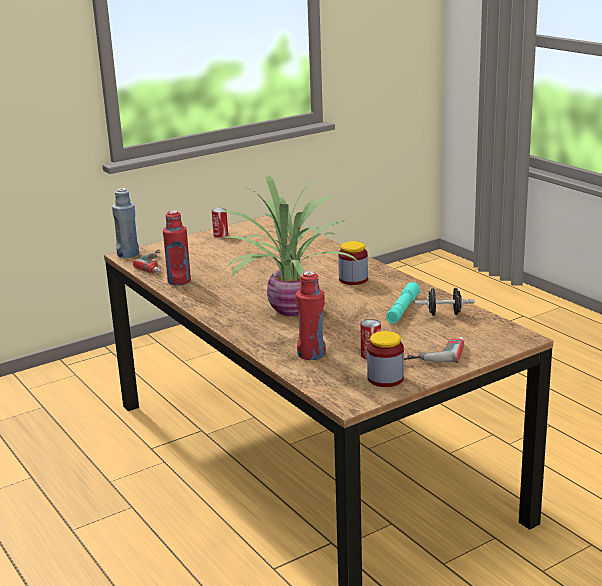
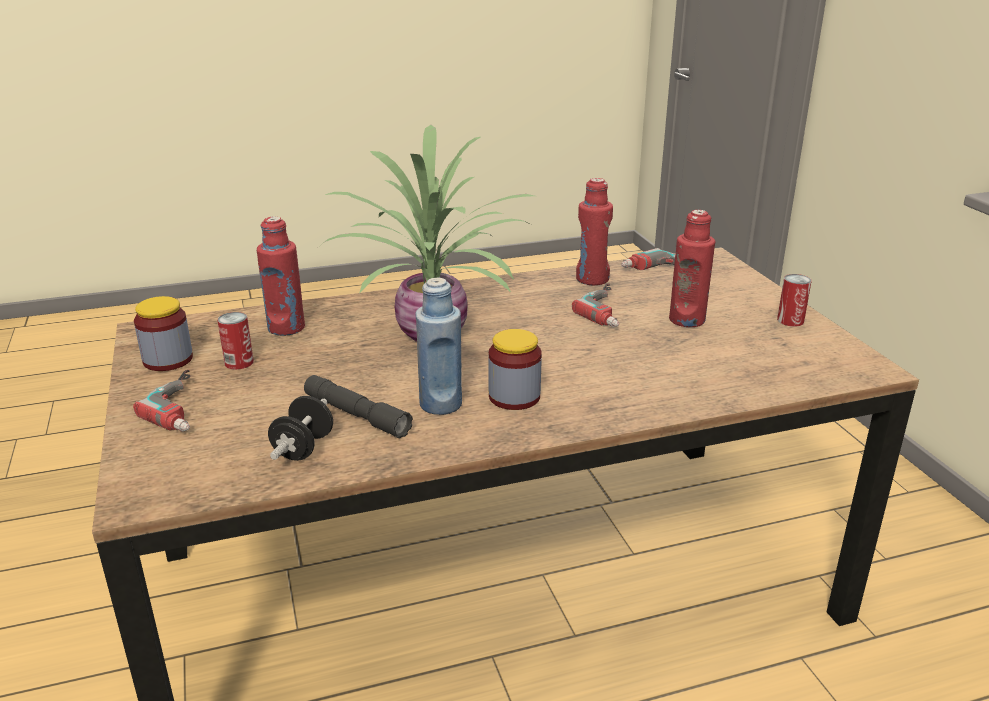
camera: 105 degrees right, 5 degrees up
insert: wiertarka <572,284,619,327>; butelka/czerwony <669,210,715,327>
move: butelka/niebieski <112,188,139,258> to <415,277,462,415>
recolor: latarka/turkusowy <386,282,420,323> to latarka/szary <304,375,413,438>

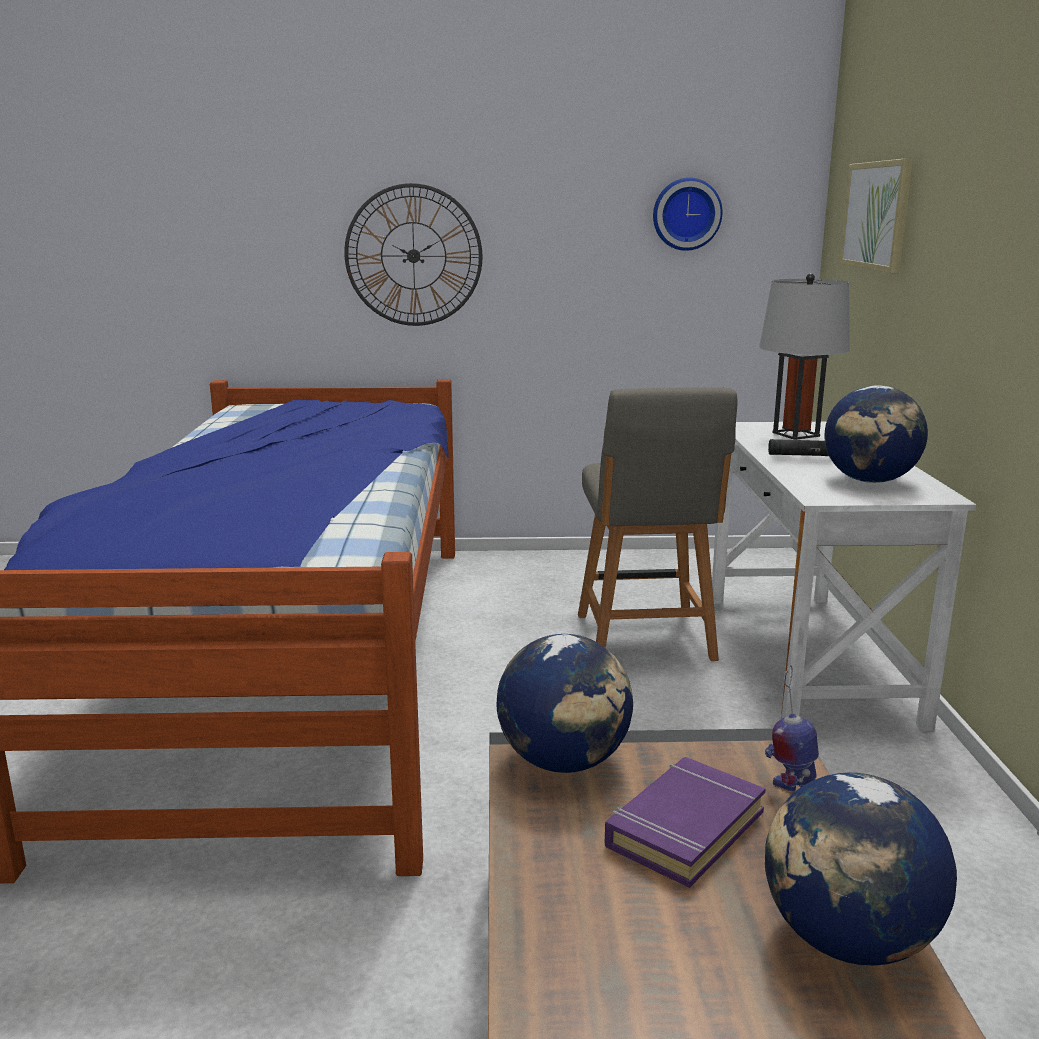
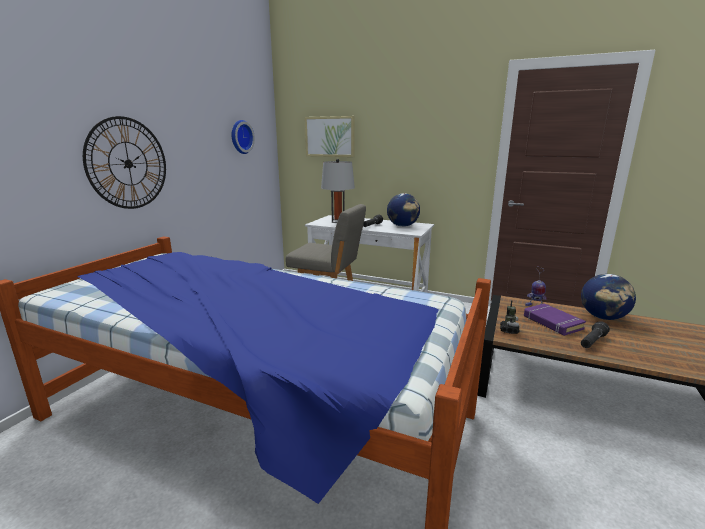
camera: 65 degrees left, 0 degrees up
insert: latarka/czarny <581,321,610,348>
replace: globus <496,634,633,773> to robot zabawkowy <500,300,520,334>

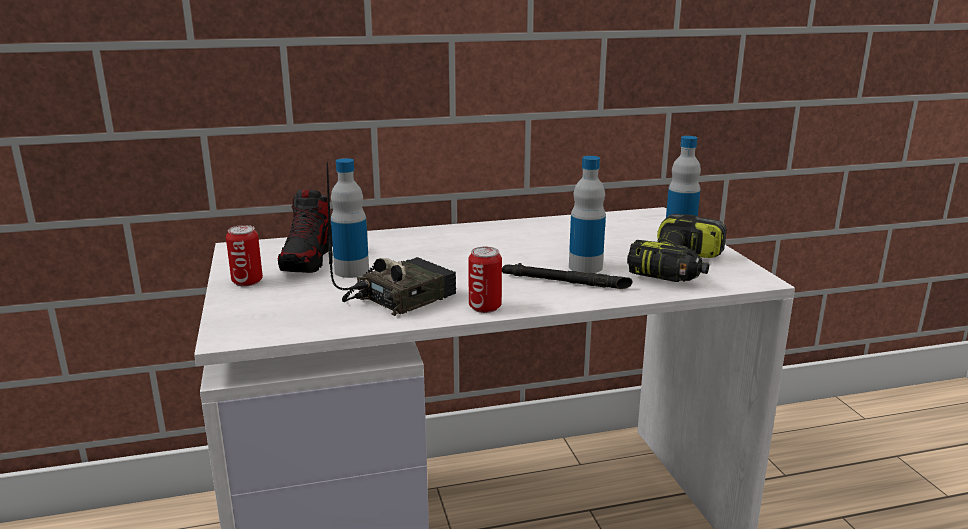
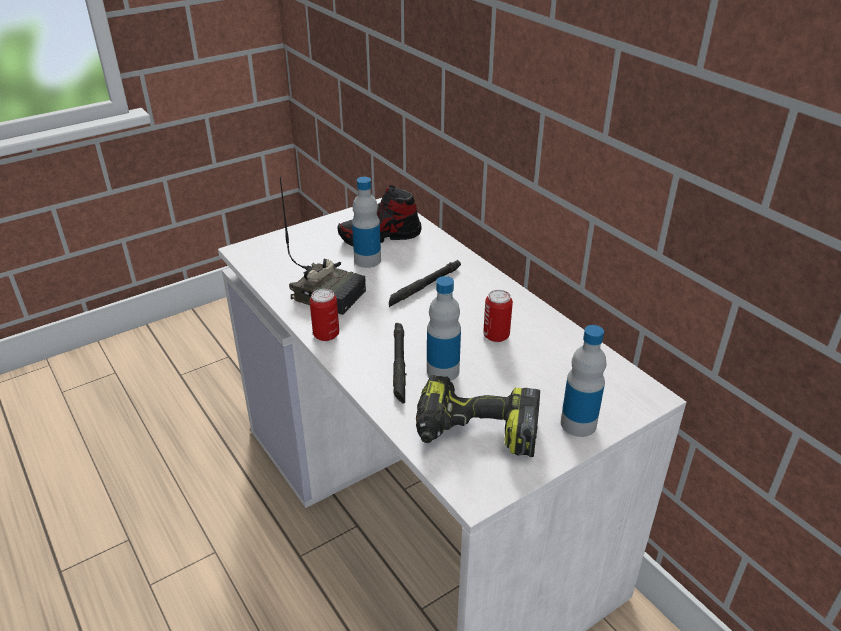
camera: 70 degrees right, 15 degrees up
insert: latarka/czarny <389,260,461,307>
move: puszka <226,225,263,287> to <483,290,513,342>

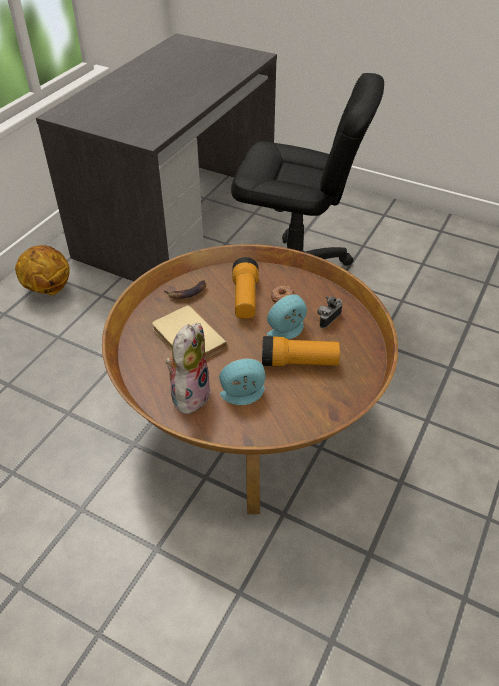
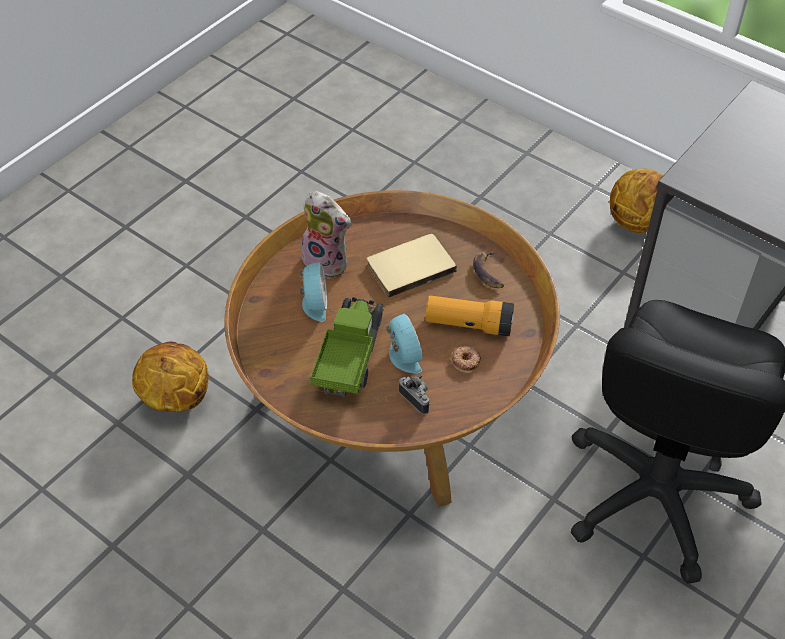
camera: 100 degrees right, 5 degrees up
insert: piłka do koszykówki <132,342,209,412>
replace: latarka <262,336,340,367> to ciężarówka zabawkowa <310,297,384,398>

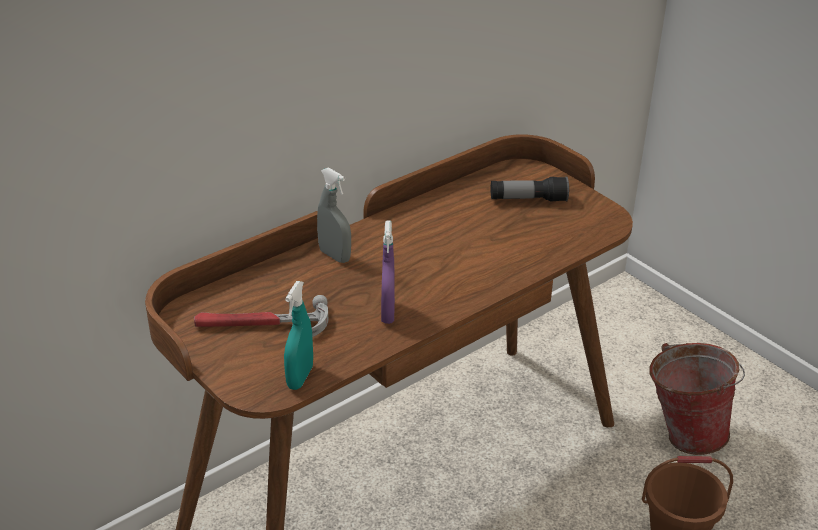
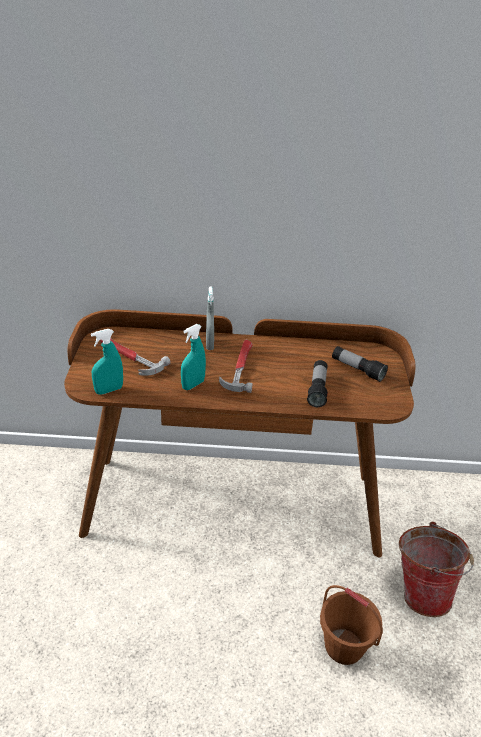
camera: 40 degrees right, 0 degrees up
insert: młotek <219,340,253,393>; latarka <307,360,328,407>
recolor: spryskiwacz/fioletowy <381,220,395,324> to spryskiwacz/turkusowy <181,324,206,390>

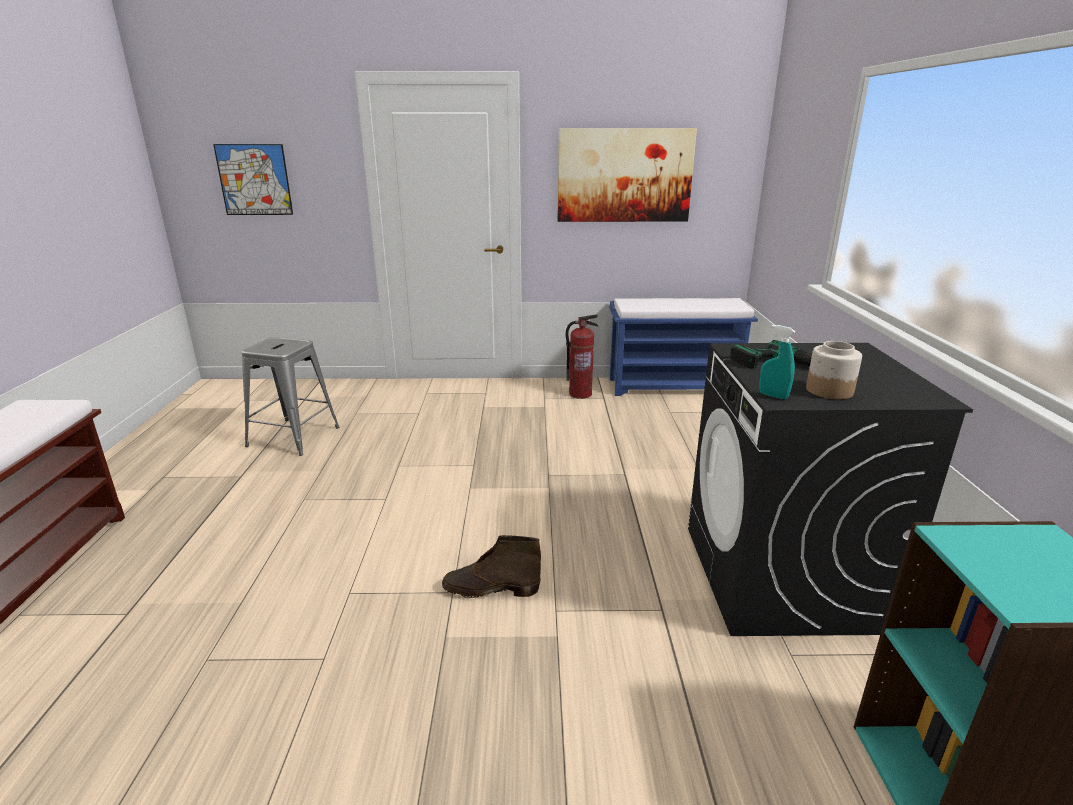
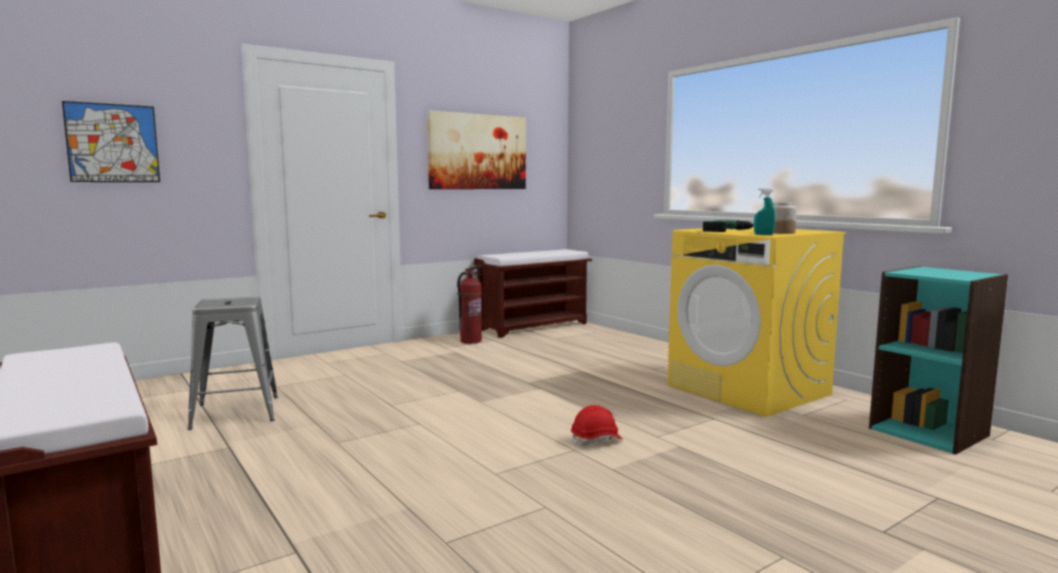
camera: 35 degrees left, 15 degrees down
replace: but z cholewką/brązowy <442,535,541,598> to kask/czerwony <571,405,623,447>
recolor: ławka/niebieski <609,298,758,396> to ławka/brązowy <474,249,592,338>; pralka/czarny <688,343,973,636> to pralka/żółty <667,227,846,417>

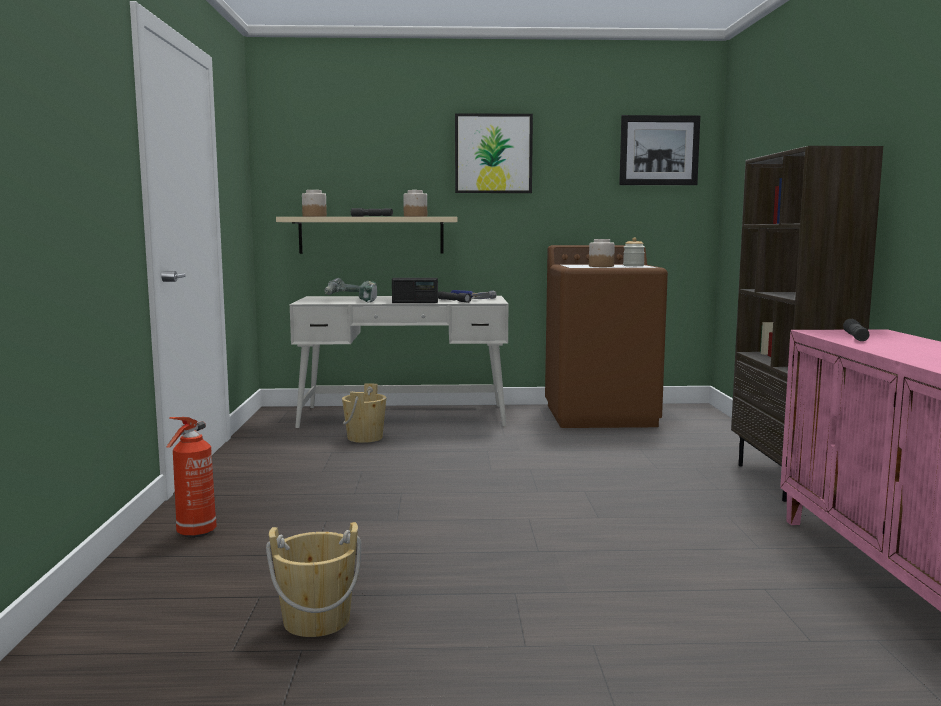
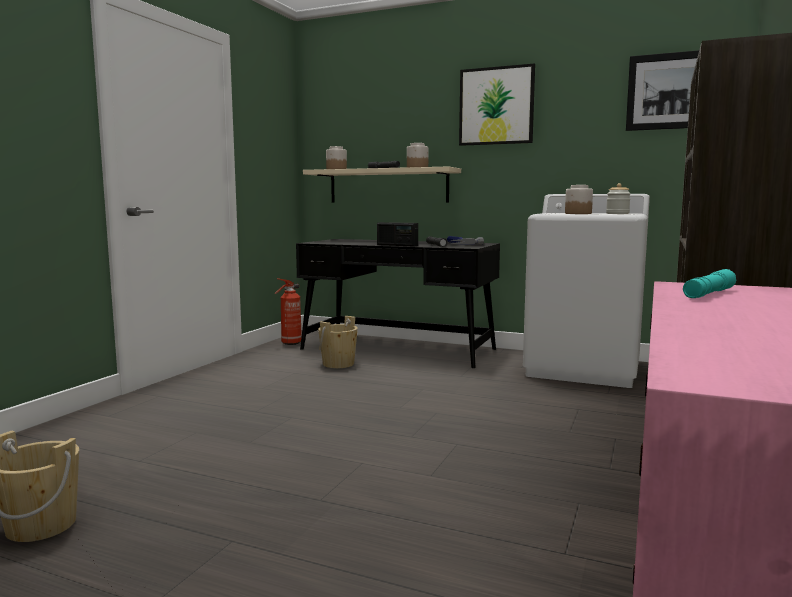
camera: 25 degrees right, 0 degrees up
delete: wiertarka <325,278,377,303>
move: gaśnica <167,417,217,537> to <274,278,302,345>
recolor: biurko/biały <290,296,508,428> to biurko/czarny <296,239,500,368>; pralka/brązowy <545,245,668,428> to pralka/biały <523,194,650,388>; latarka/szary <843,319,870,341> to latarka/turkusowy <683,269,736,298>

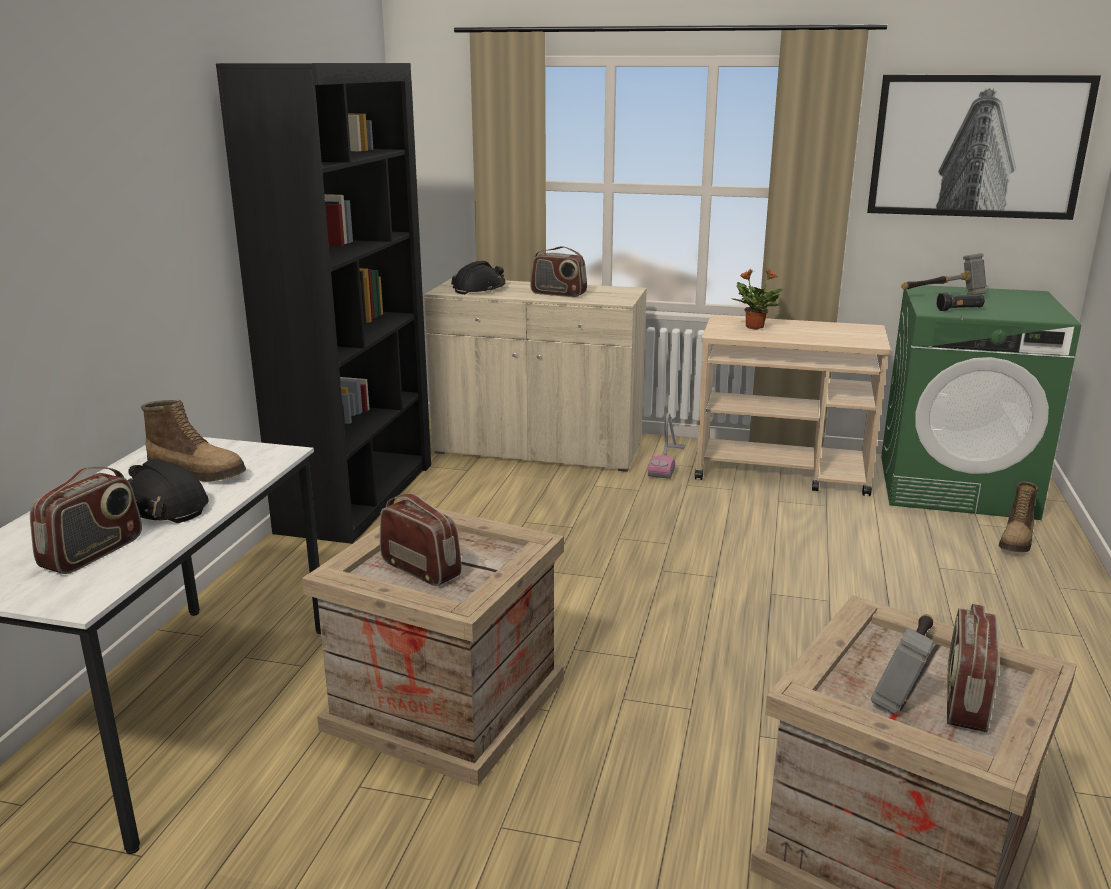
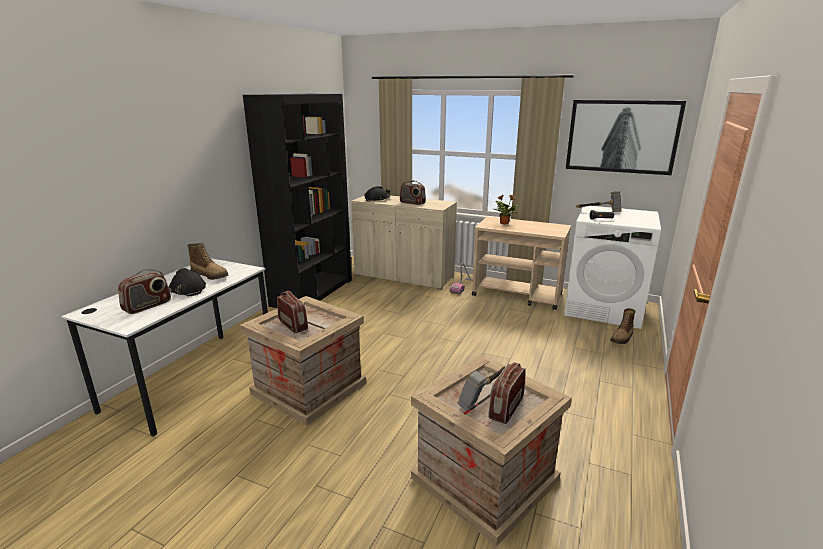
camera: 10 degrees right, 0 degrees up
recolor: pralka/zielony <881,285,1081,520> to pralka/biały <564,206,661,329>

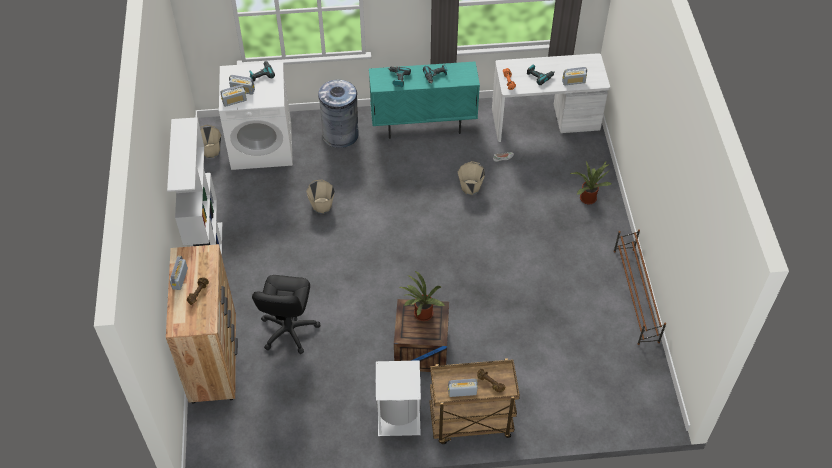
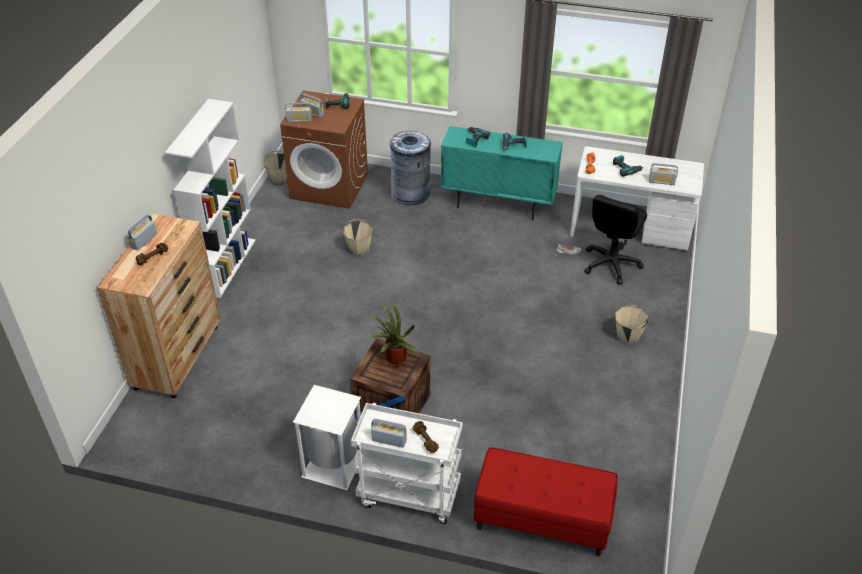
camera: 20 degrees right, 10 degrees down
delete: roślina doniczkowa <570,161,611,204>; regał na buty/brązowy <614,229,666,345>
insert: ławka/czerwony <474,448,618,557>
move: krzesło biurowe/czarny <252,275,321,354> to <584,195,647,285>; wiadro/beżowy <458,161,486,195> to <616,305,648,345>
recolor: pralka/biały <219,62,293,170> to pralka/brązowy <280,91,368,209>; wózek/brązowy <430,358,520,444> to wózek/biały <351,403,462,524>

